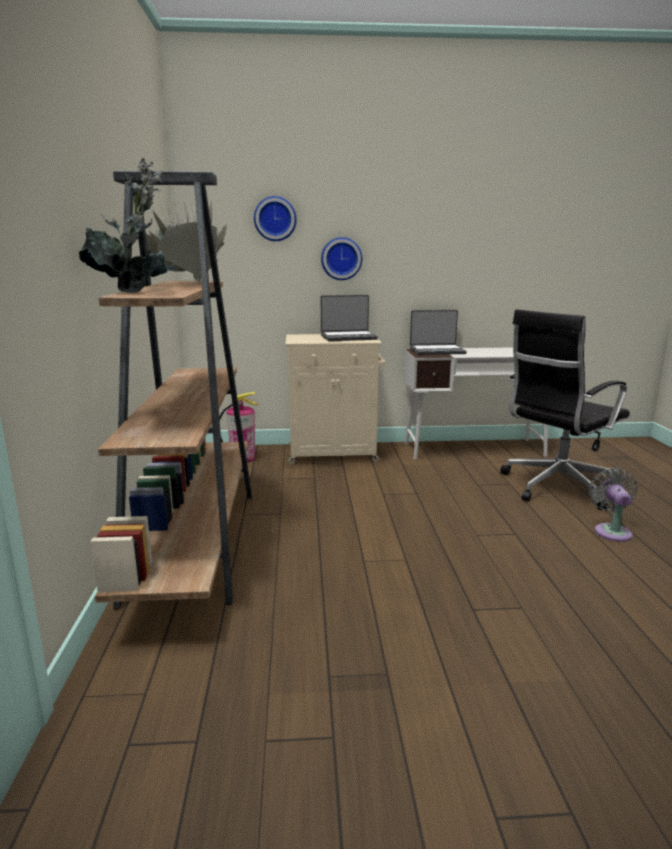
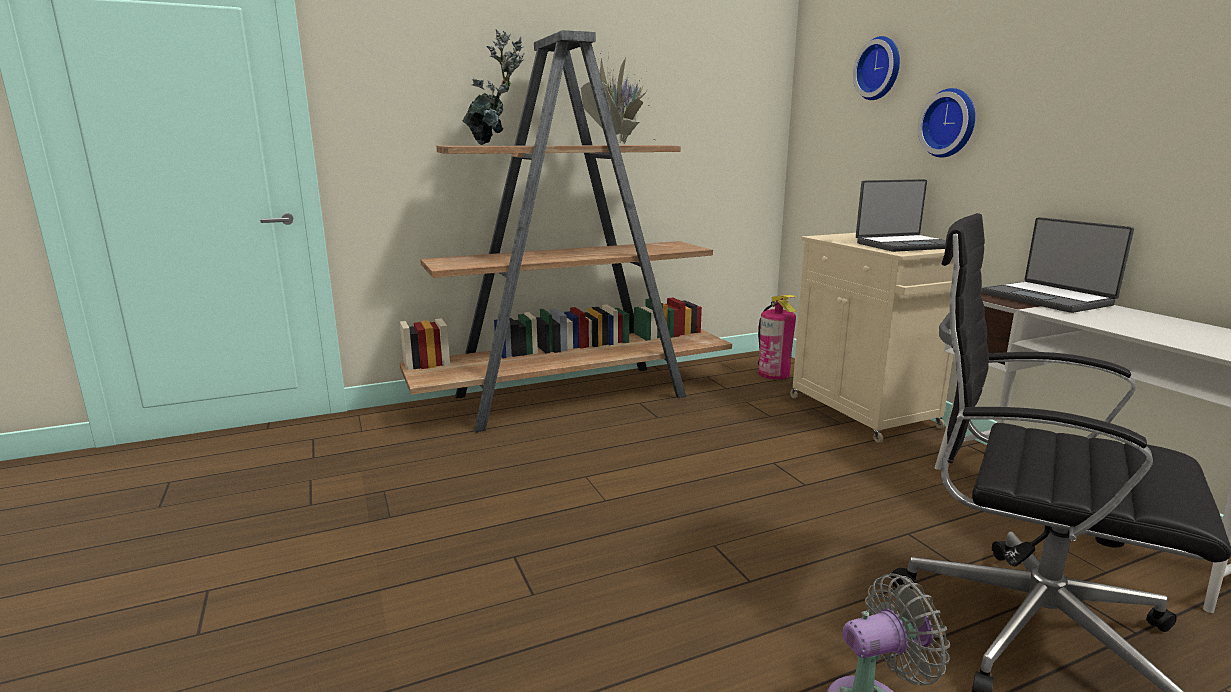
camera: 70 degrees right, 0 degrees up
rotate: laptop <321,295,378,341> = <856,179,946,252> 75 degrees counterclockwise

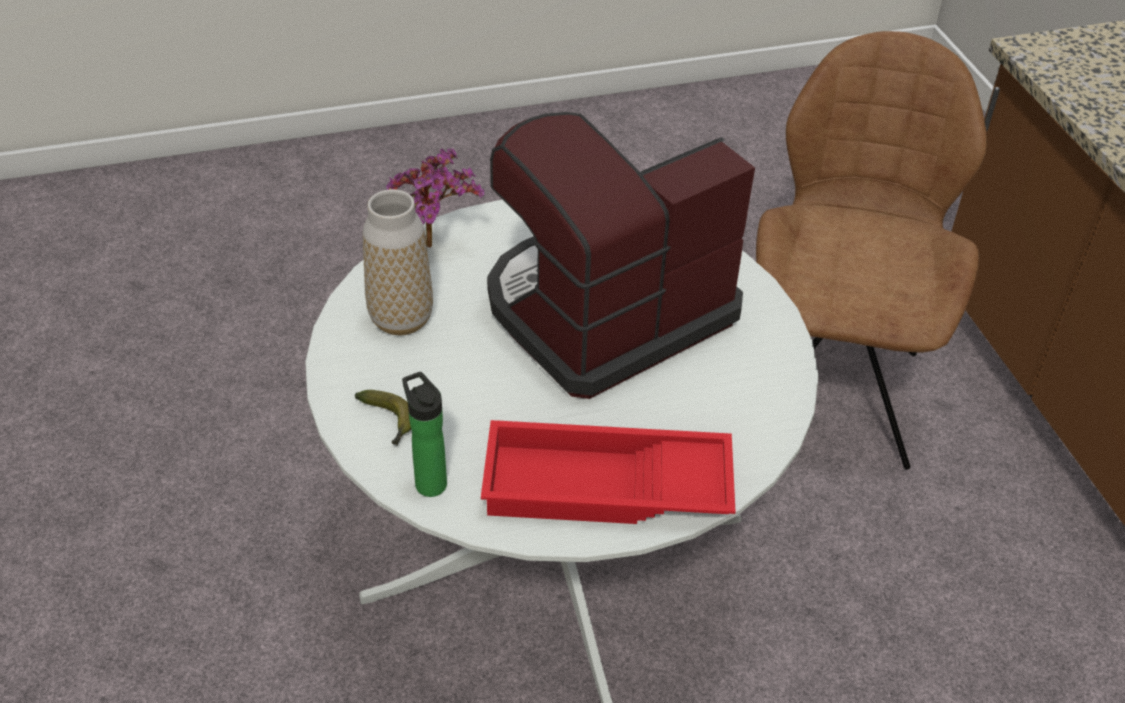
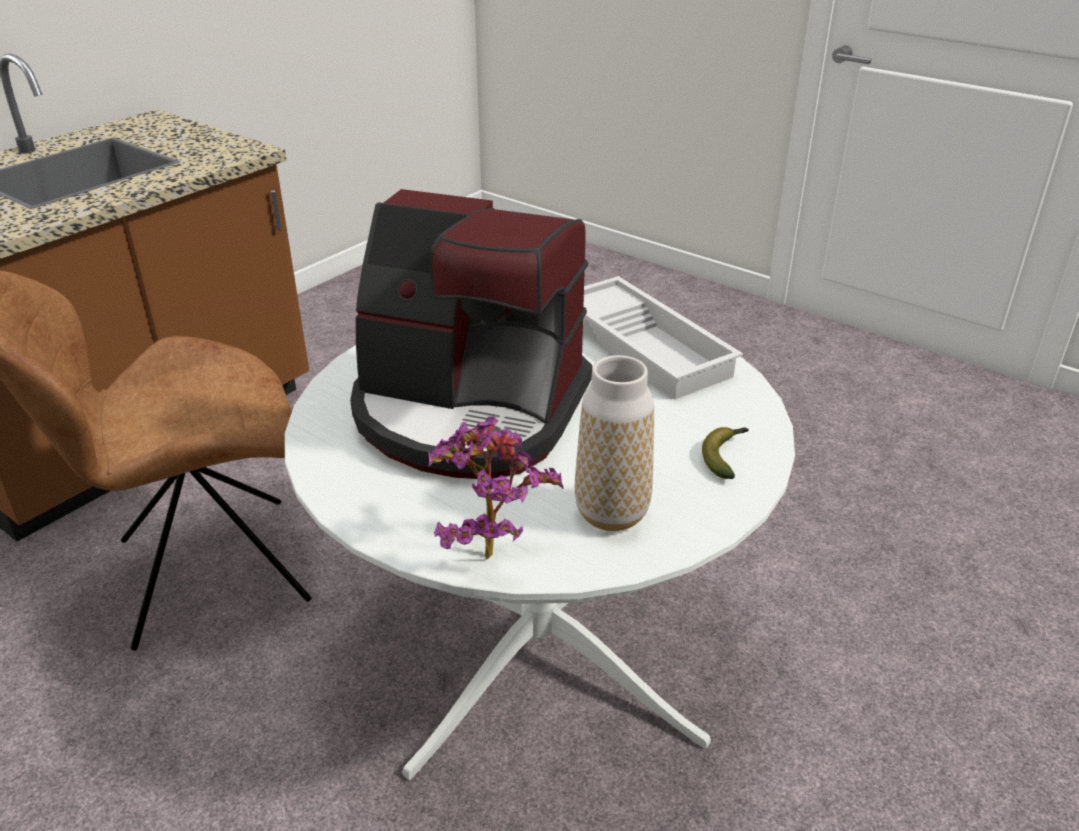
camera: 125 degrees left, 10 degrees down
delete: butelka <402,372,447,497>
recolor: taca/czerwony <481,420,736,524> to taca/biały <584,276,743,399>

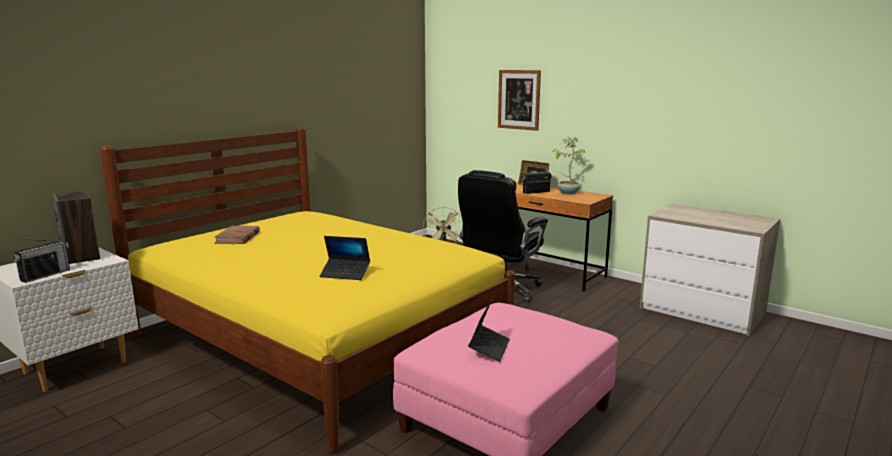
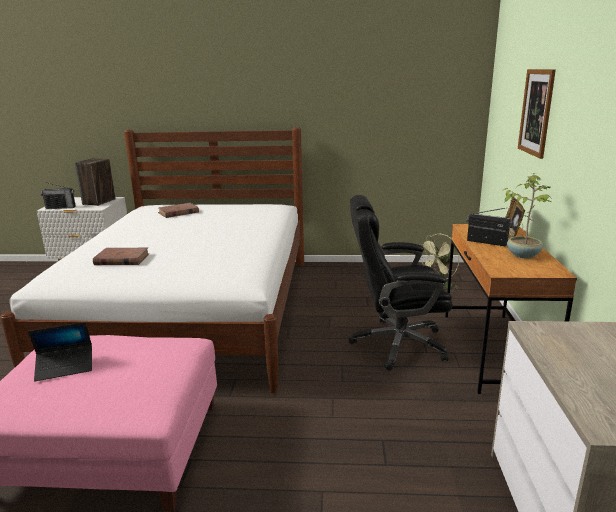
camera: 55 degrees right, 5 degrees up
replace: laptop <320,236,370,280> to książka/brązowy <93,248,149,265>
recolor: łóżko/żółty <100,127,515,453> to łóżko/biały <0,127,304,393>

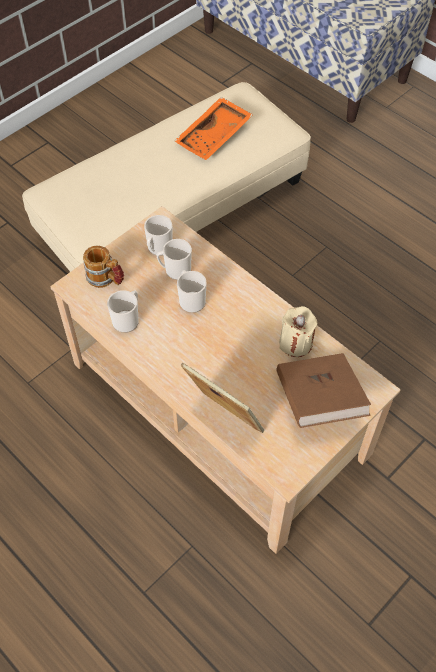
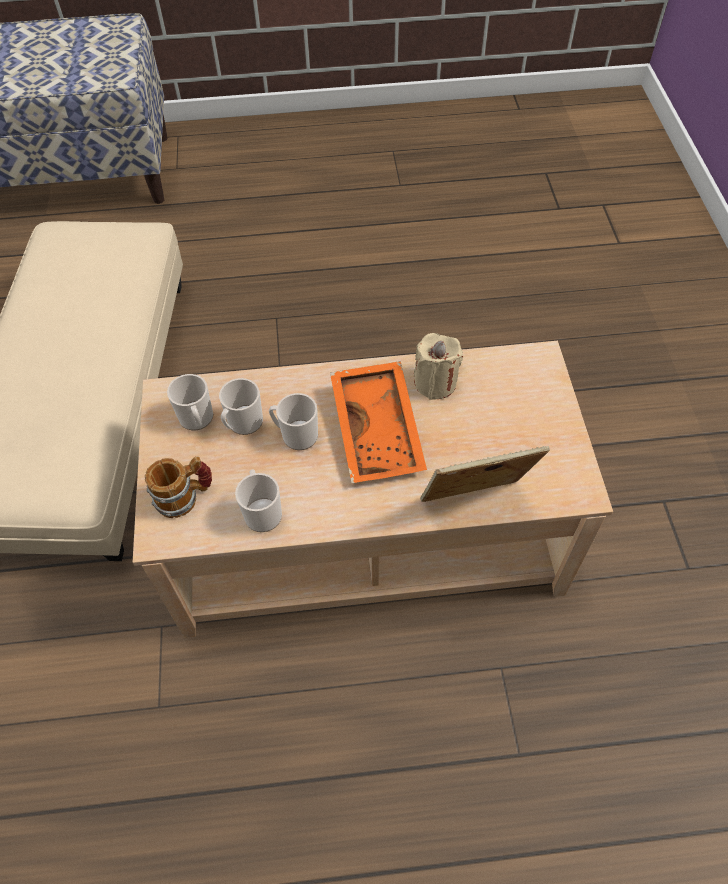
camera: 50 degrees left, 0 degrees up
delete: książka/brązowy <276,353,371,428>
move: taca/pomarańczowy <174,97,253,160> to <330,361,427,483>

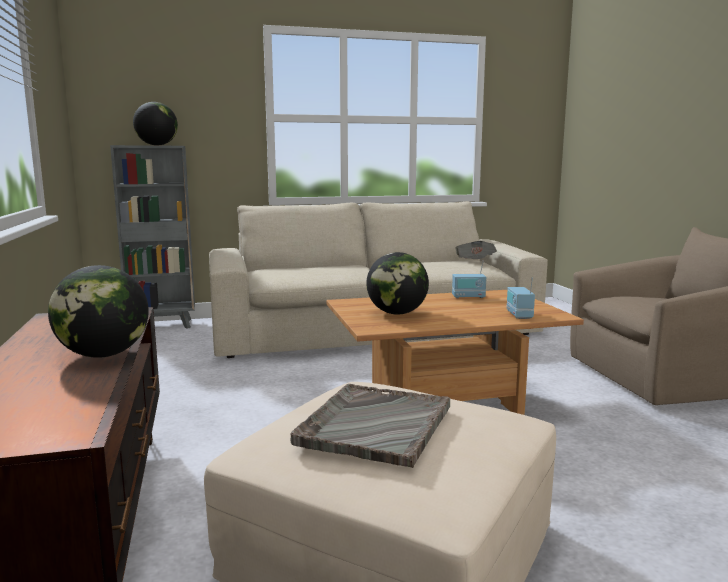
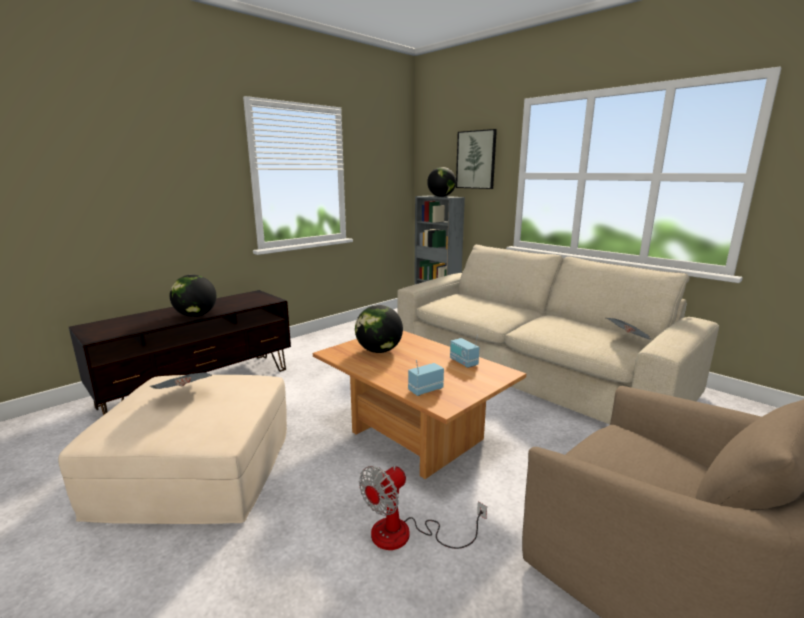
camera: 60 degrees right, 5 degrees up
insert: wentylator <359,465,487,550>; obraz <456,129,497,189>
replace: taca/szary <291,384,450,468> to gazeta <150,372,212,389>

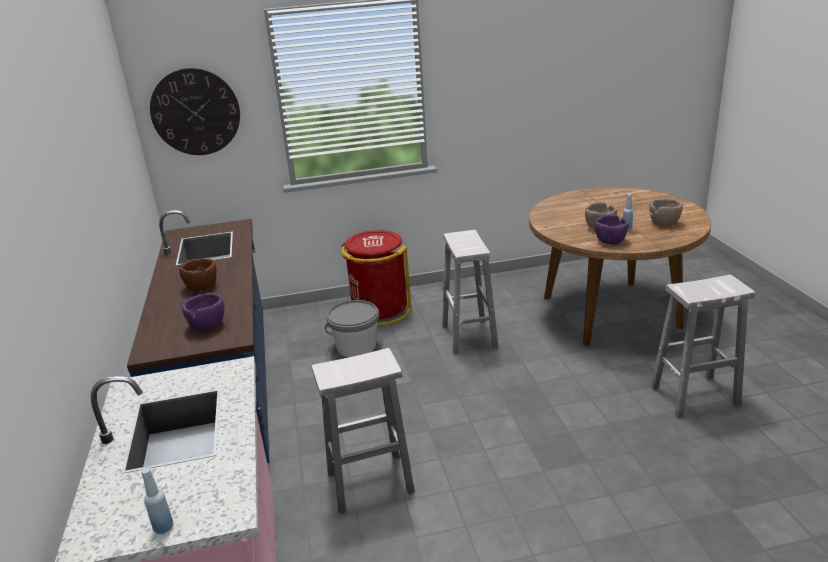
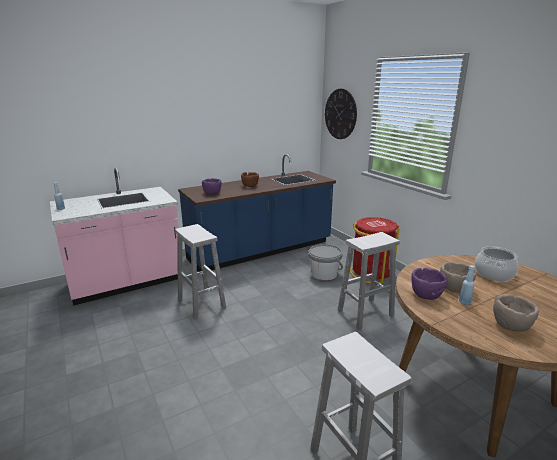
camera: 70 degrees right, 5 degrees down
insert: garnek <475,246,519,281>

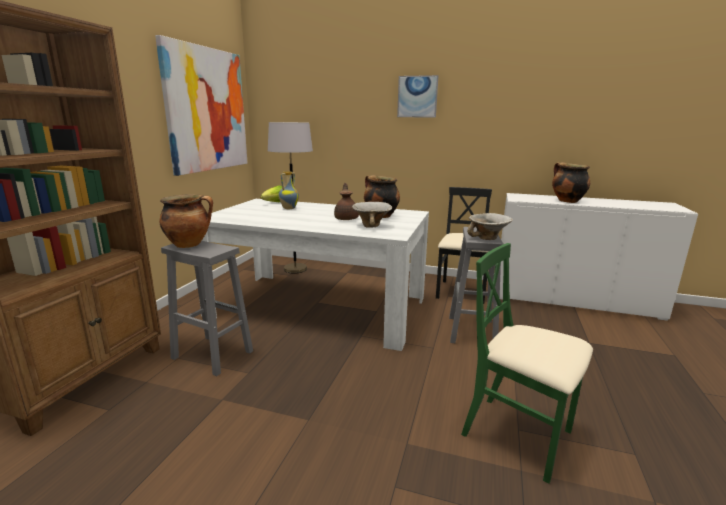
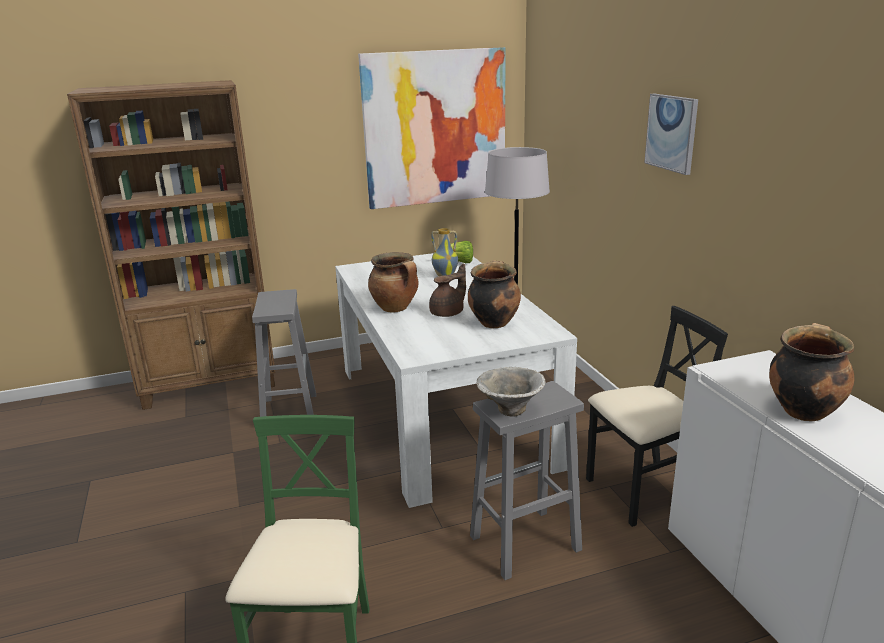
camera: 55 degrees right, 5 degrees up
delete: miska <352,202,392,228>
move: garnek <159,194,213,248> to <368,252,418,313>

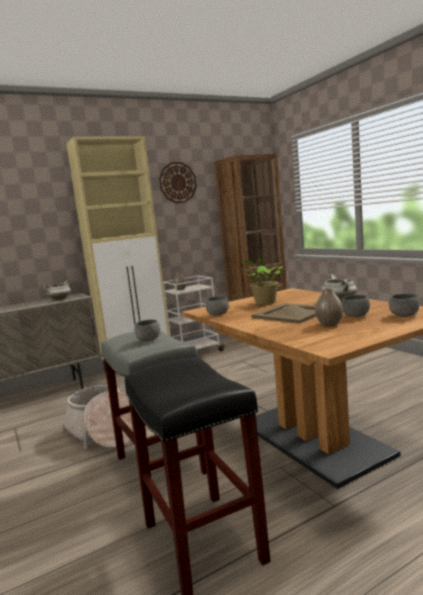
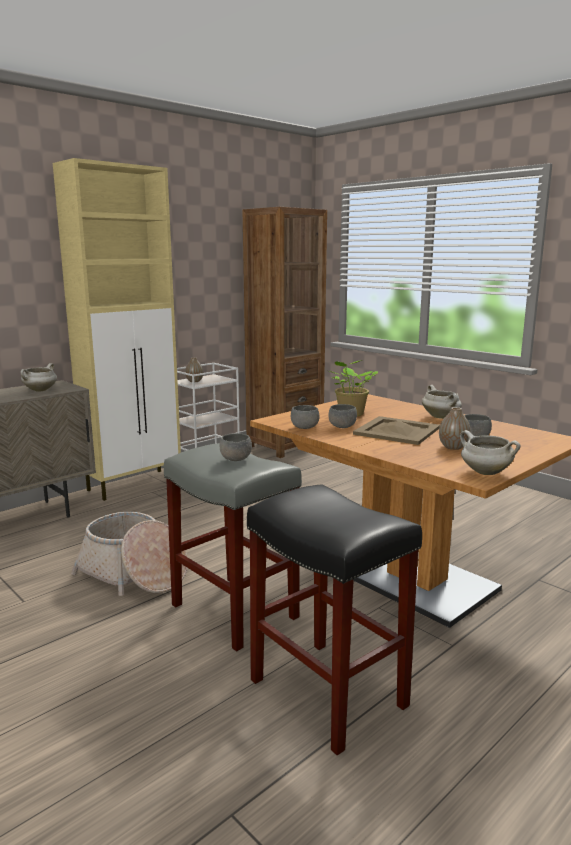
camera: 15 degrees left, 5 degrees up
delete: zegar ścienny <159,162,197,203>
insert: garnek/biały <460,430,520,475>
move: miska/szary <389,294,420,317> to <329,404,357,428>

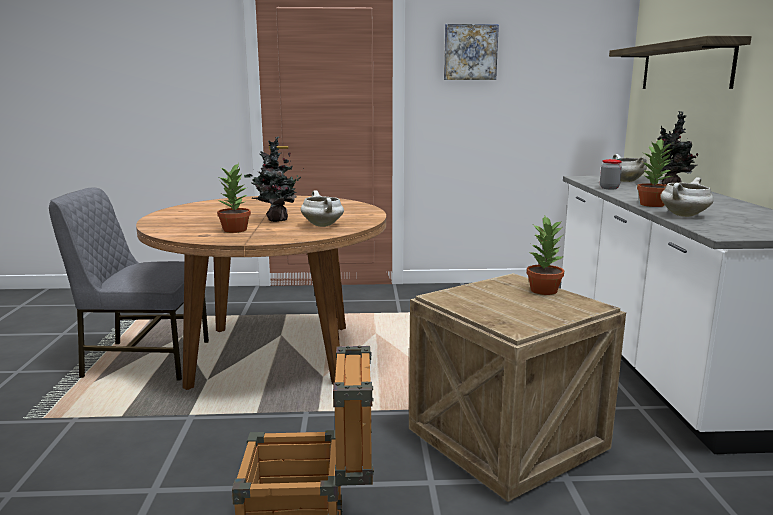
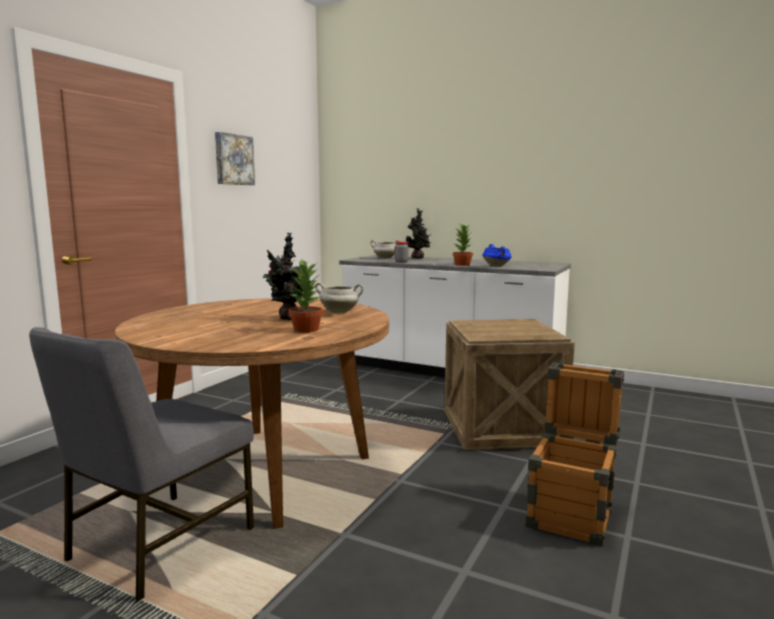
camera: 60 degrees left, 5 degrees down
delete: roślina doniczkowa <527,216,564,295>; półka <609,36,752,89>
recolor: garnek/biały <660,177,714,217> to garnek/niebieski <483,244,512,267>

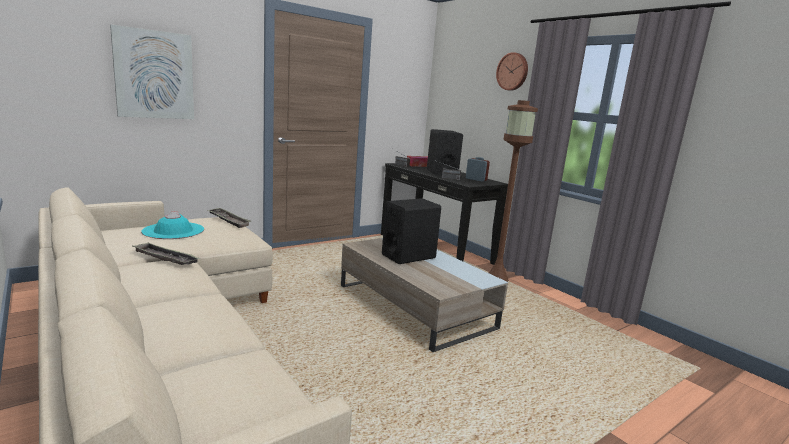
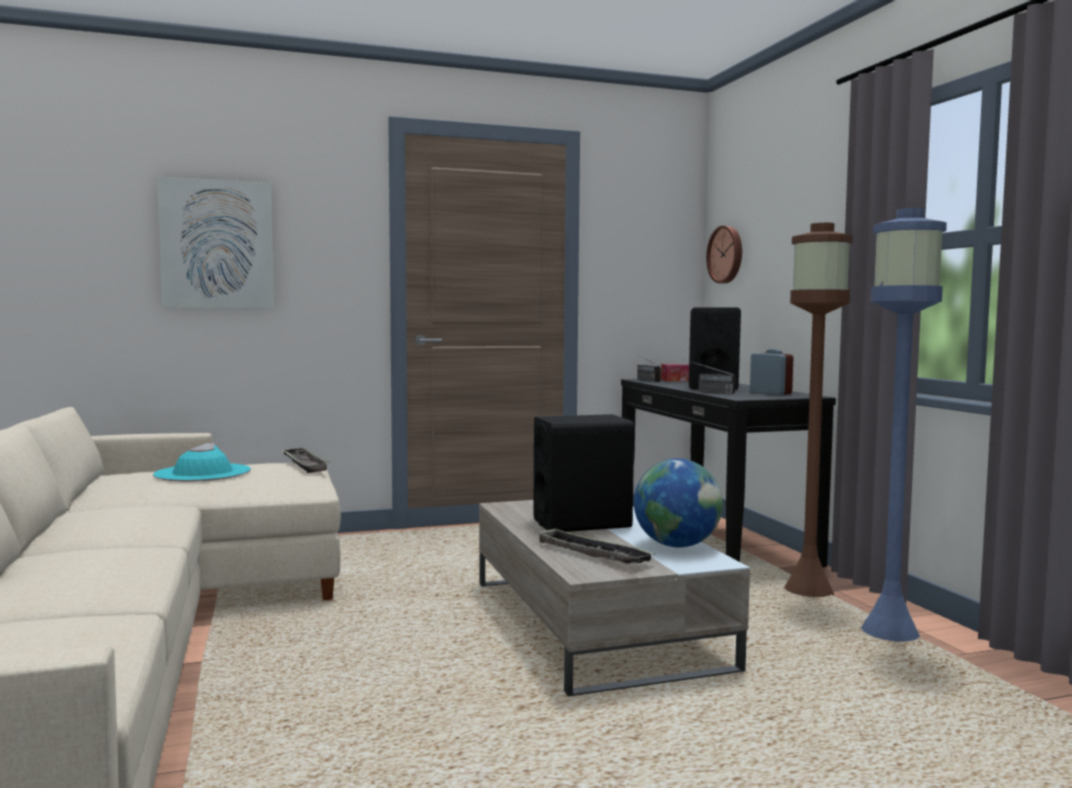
camera: 20 degrees right, 10 degrees down
insert: globus <634,458,723,548>; lampa stojąca/niebieski <861,208,947,642>
move: taca <132,242,201,265> to <534,528,656,564>; zegar ścienny <496,52,528,91> to <706,226,742,284>

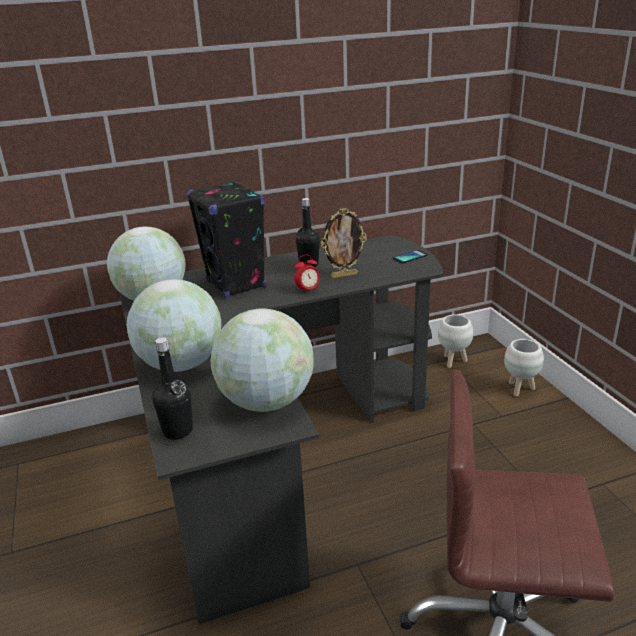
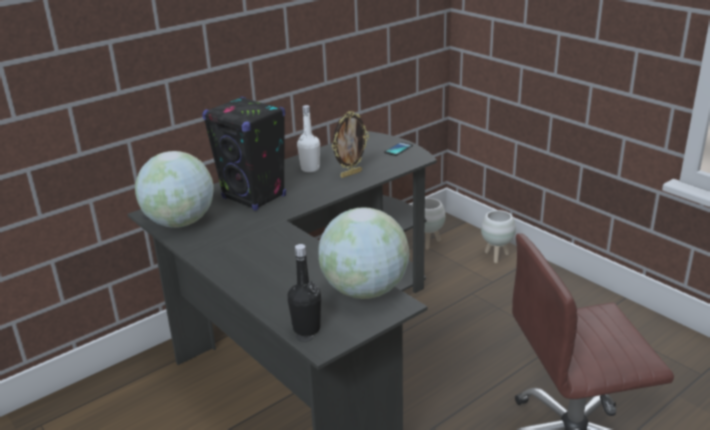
camera: 20 degrees left, 0 degrees up
delete: globus <127,279,221,372>; budzik <294,255,320,294>
recolor: butelka/czarny <296,198,320,267> to butelka/biały <297,105,320,172>

